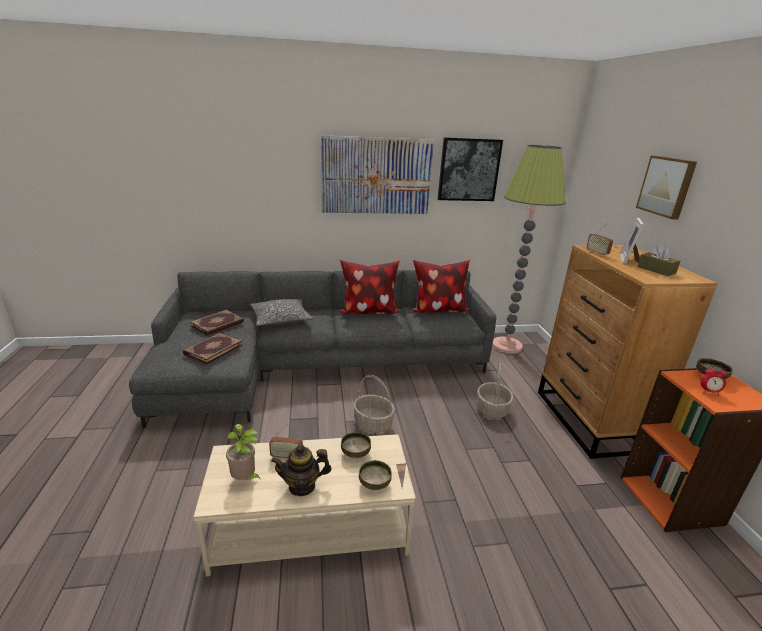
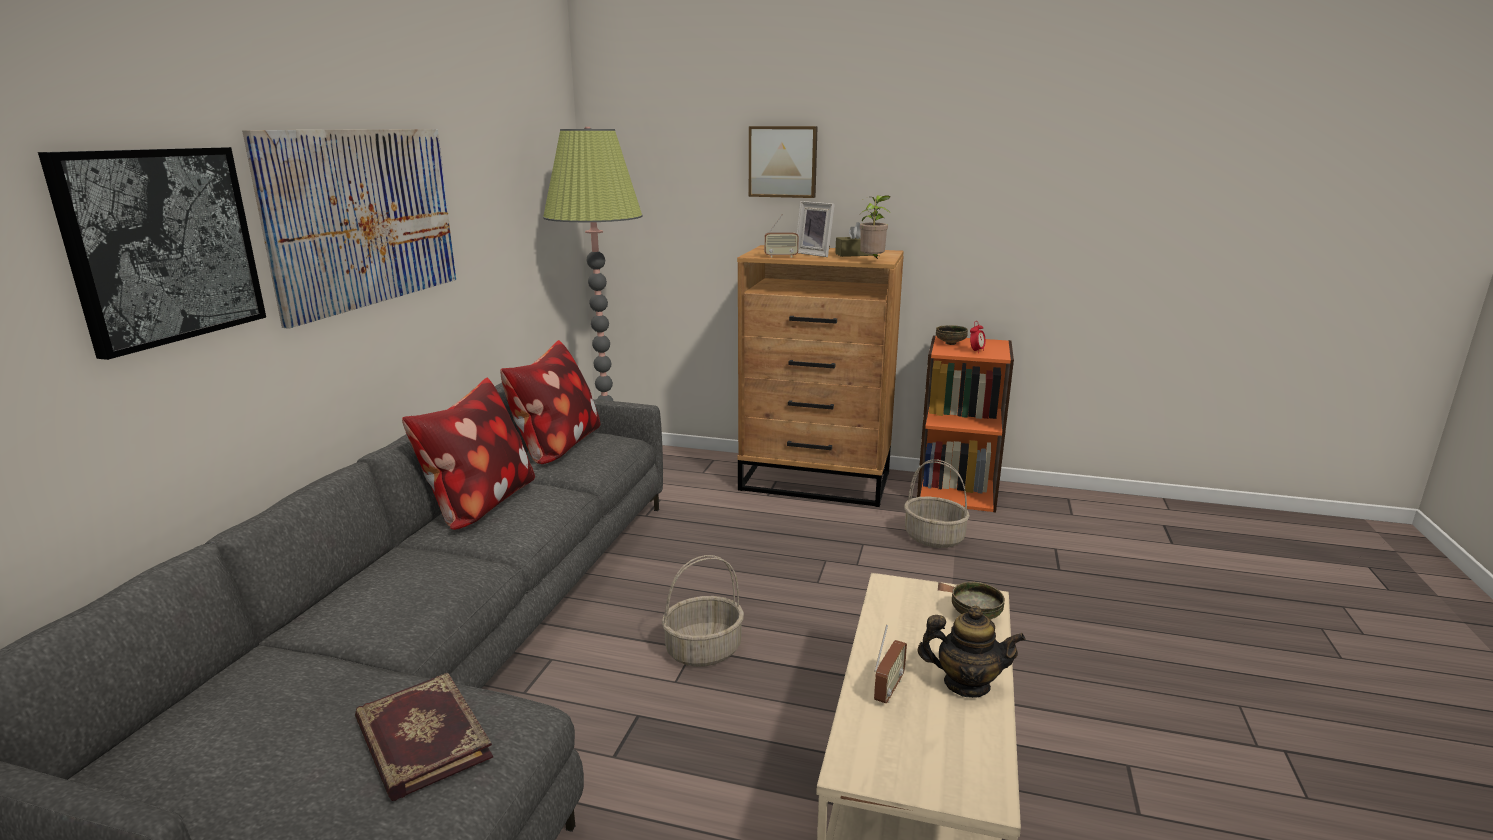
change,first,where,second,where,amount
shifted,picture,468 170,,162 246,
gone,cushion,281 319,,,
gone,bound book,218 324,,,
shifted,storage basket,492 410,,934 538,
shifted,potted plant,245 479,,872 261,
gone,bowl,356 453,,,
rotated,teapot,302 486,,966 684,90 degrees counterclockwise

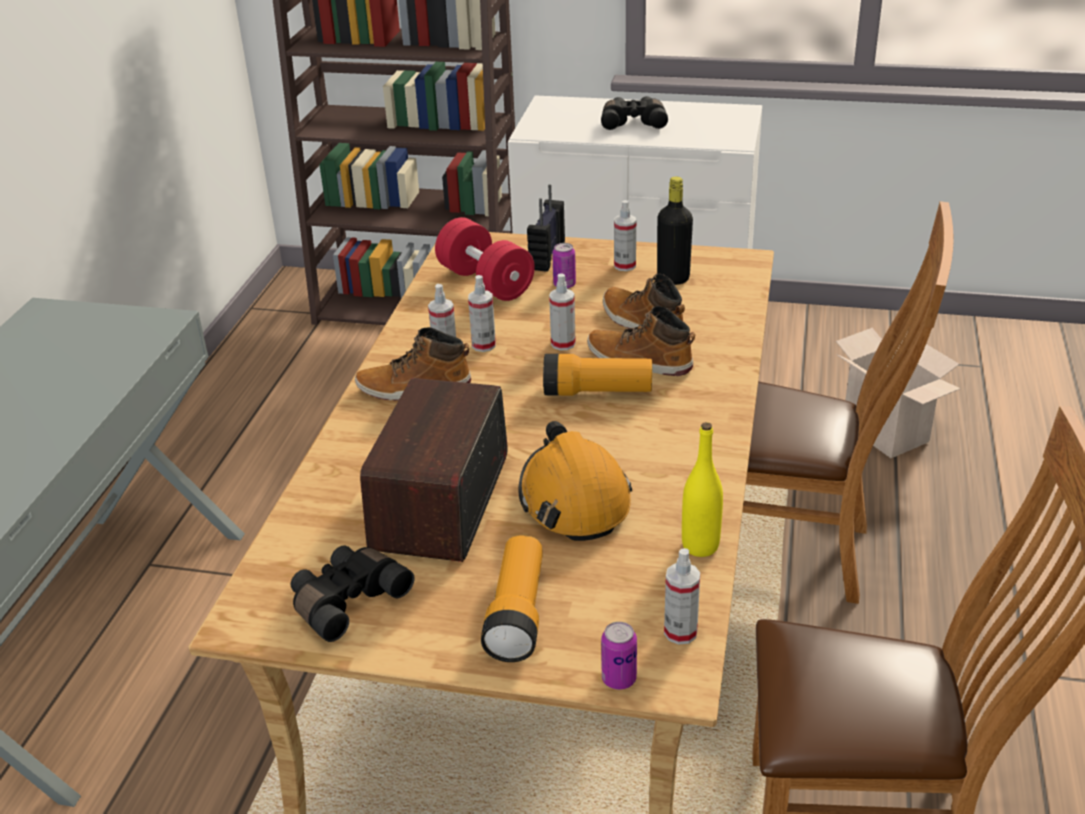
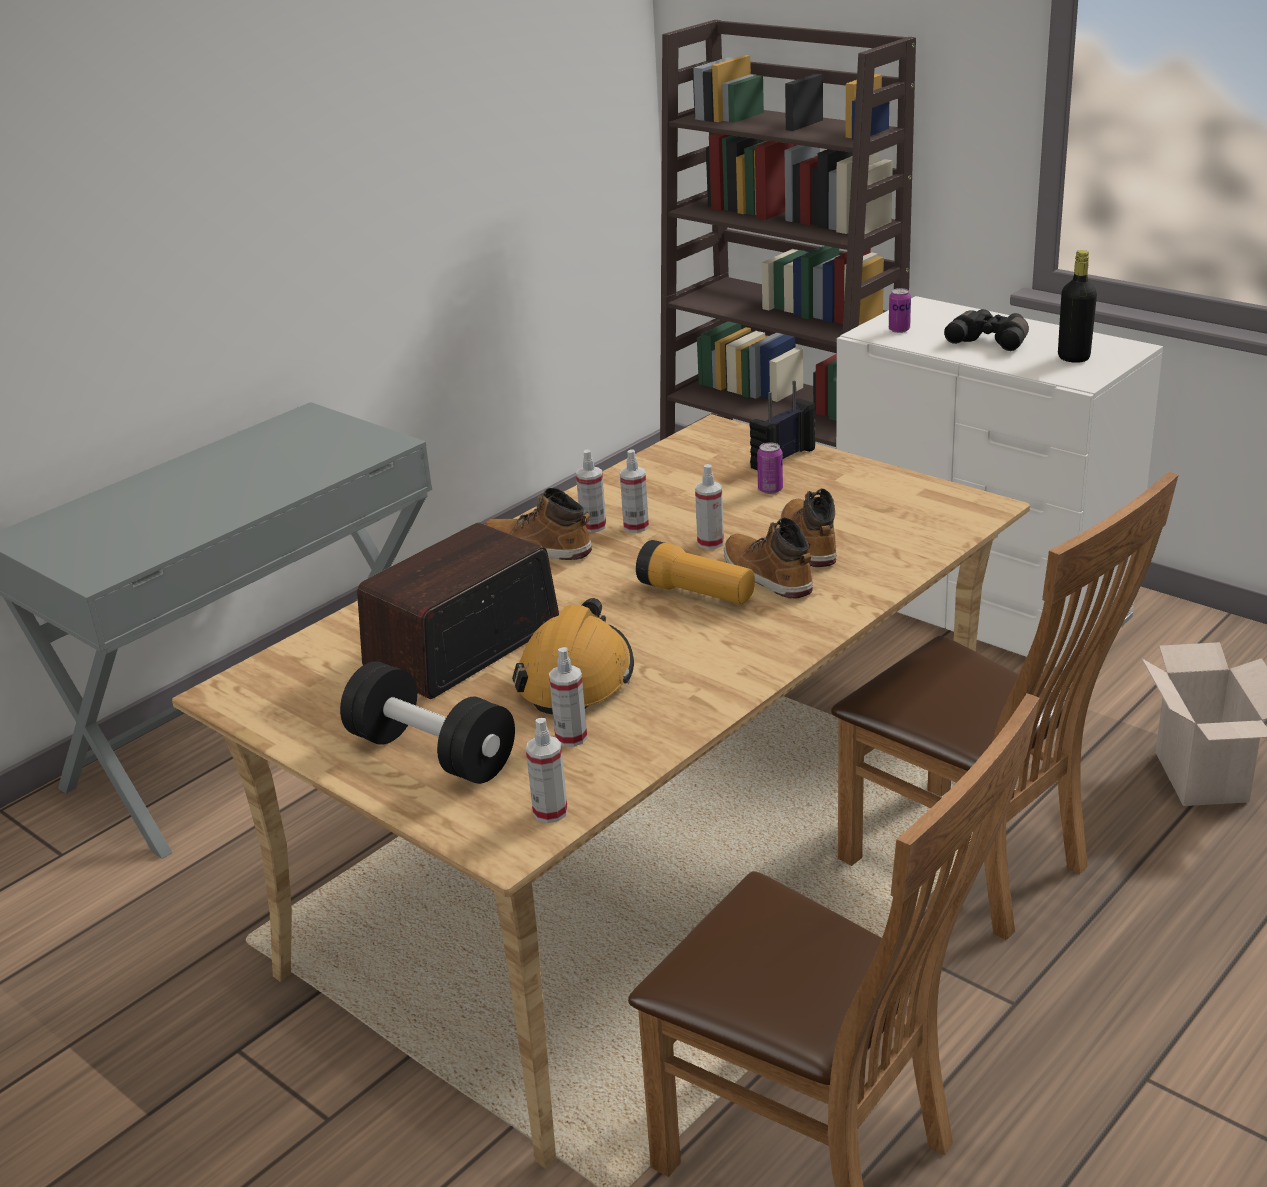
change,first,where,second,where,amount
shifted,black-coloured drink bottle,673 278,,1073 358,
shifted,spray bottle,624 266,,571 737,
gone,reddish hand weight,485 282,,,
gone,yellow drink bottle,700 546,,,
swapped,flashlight,517 614,black-coloured hand weight,431 753,
gone,black-coloured pair of binoculars,346 600,,,
shifted,sealed can,619 679,,899 330,

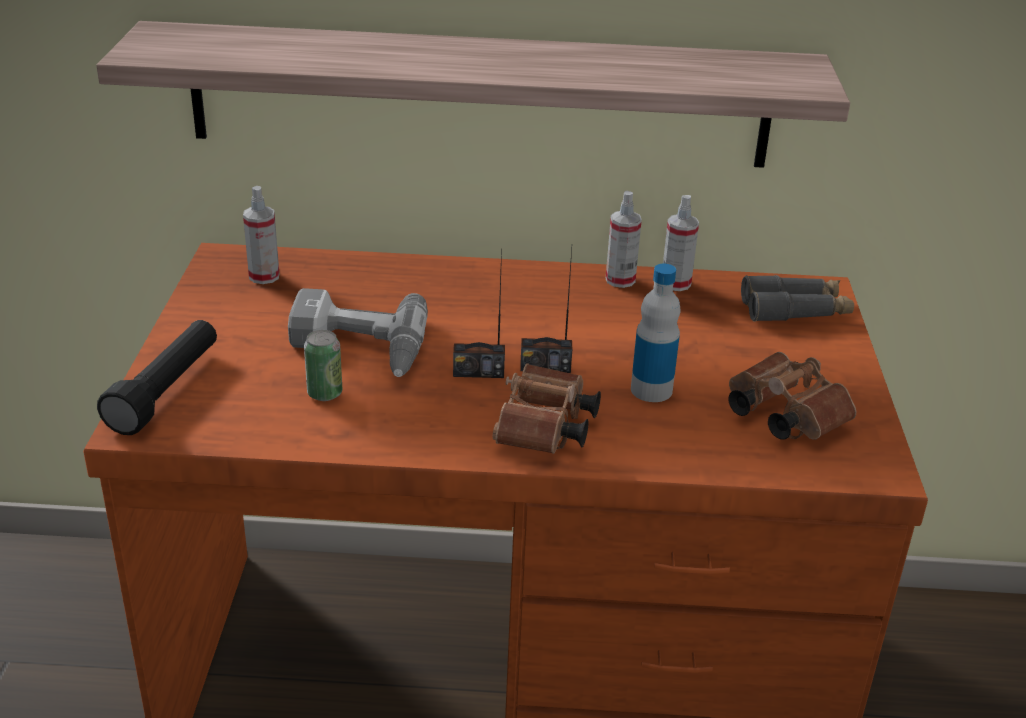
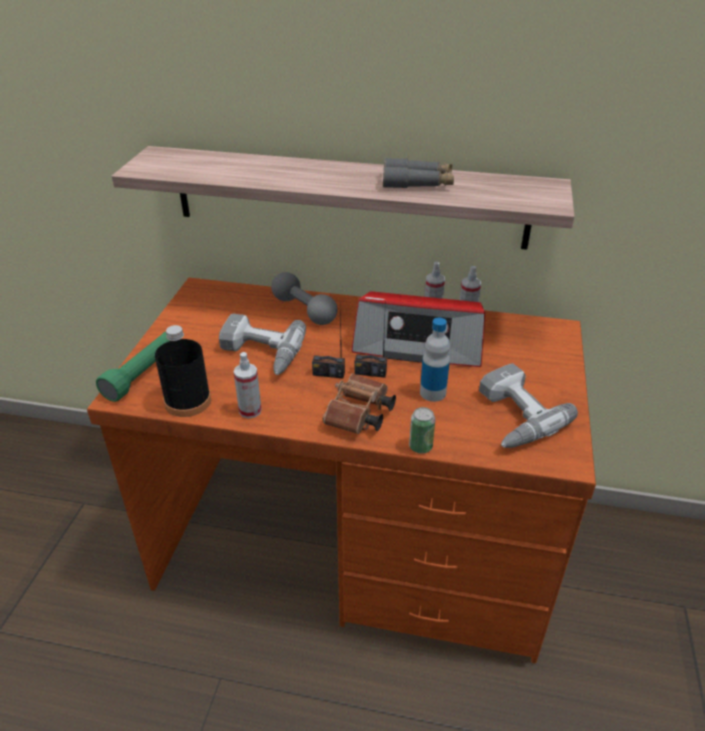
change,first,where,second,where,amount
shifted,spray bottle,264 276,,250 411,
shifted,greyish pair of binoculars,795 310,,417 183,
repainted,black-coloured flashlight,166 391,greenish flashlight,143 374,
shifted,sealed can,324 393,,420 447,
swapped,brown-coloured pair of binoculars,781 415,drill,512 416,
new,,,greyish hand weight,304 310,
new,,,radio receiver,418 343,
new,,,black-coloured drink bottle,188 401,

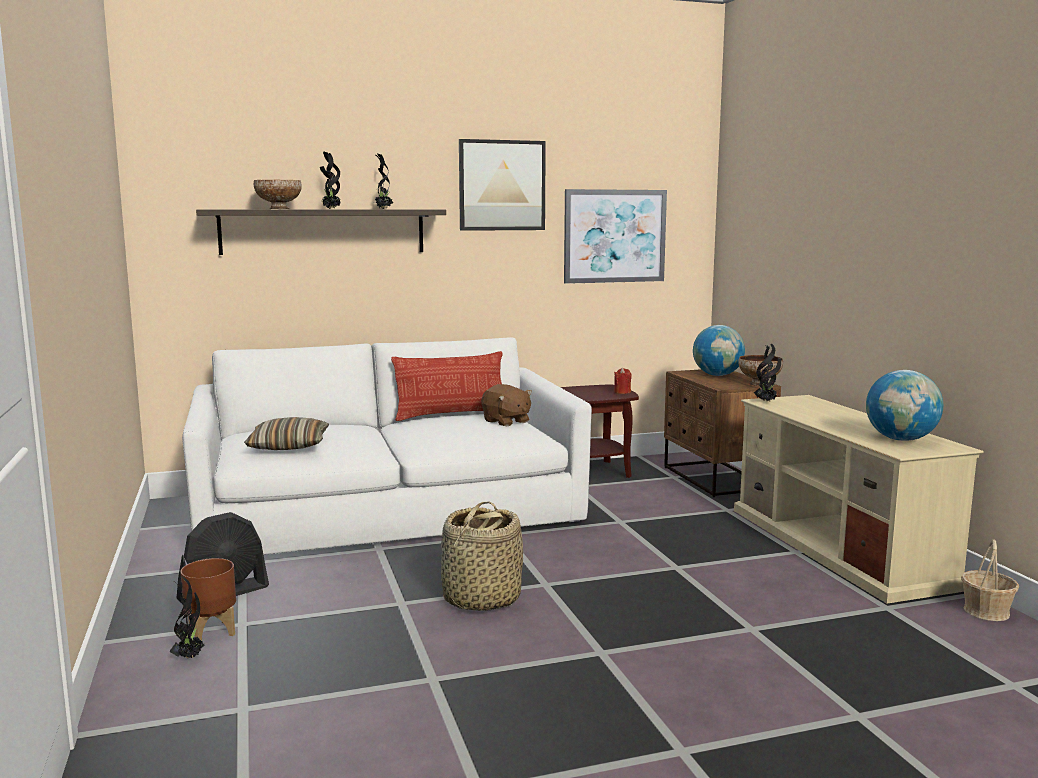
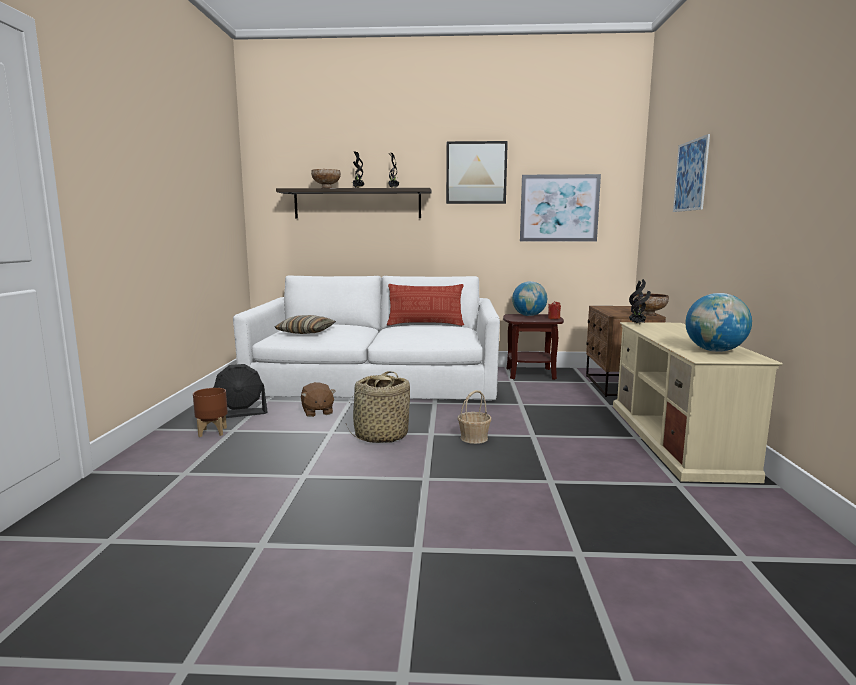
change,first,where,second,where,amount
shifted,globe,717 375,,529 315,
shifted,brown-coloured cuddly toy,506 421,,317 412,
shifted,storage basket,986 611,,474 438,
gone,potted plant,190 657,,,
new,,,picture,691 175,

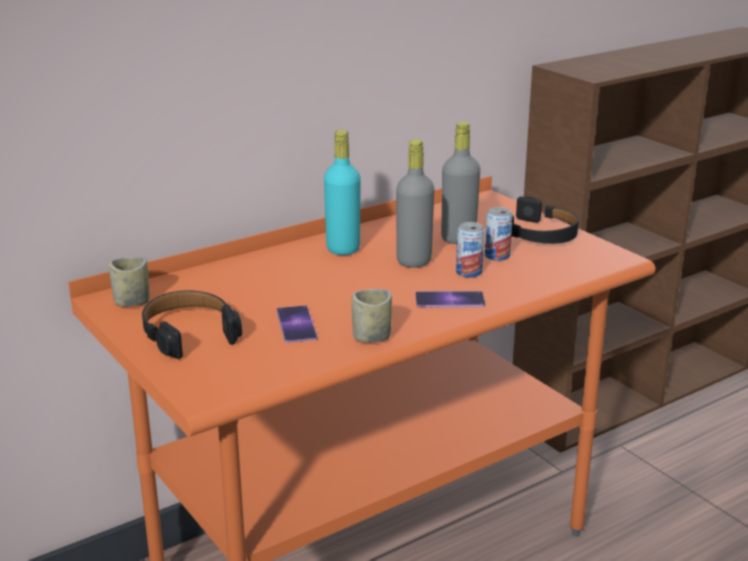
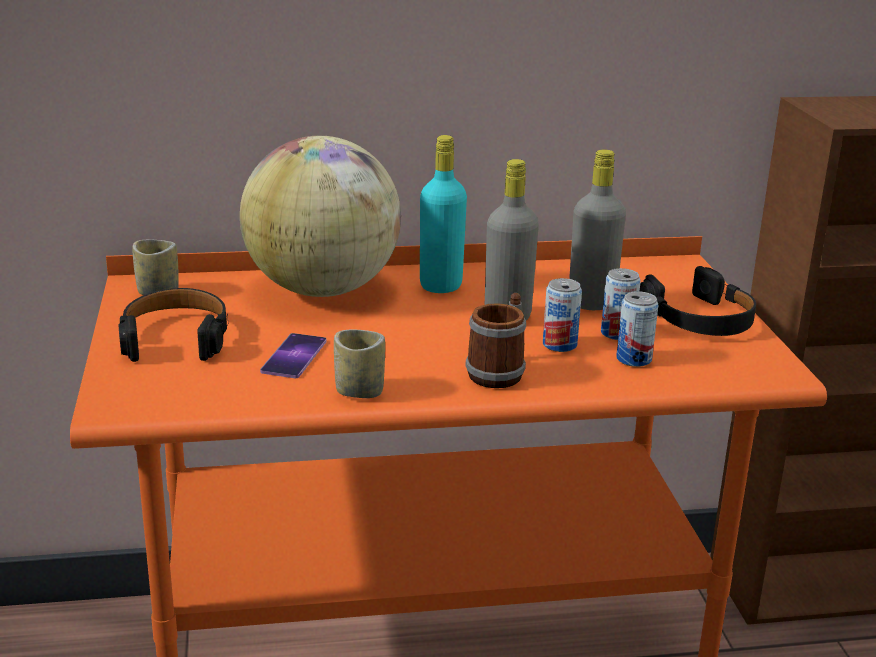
change,first,where,second,where,amount
swapped,telephone,449 300,coffee mug,499 371,
new,,,globe,322 289,
new,,,sealed can,634 359,

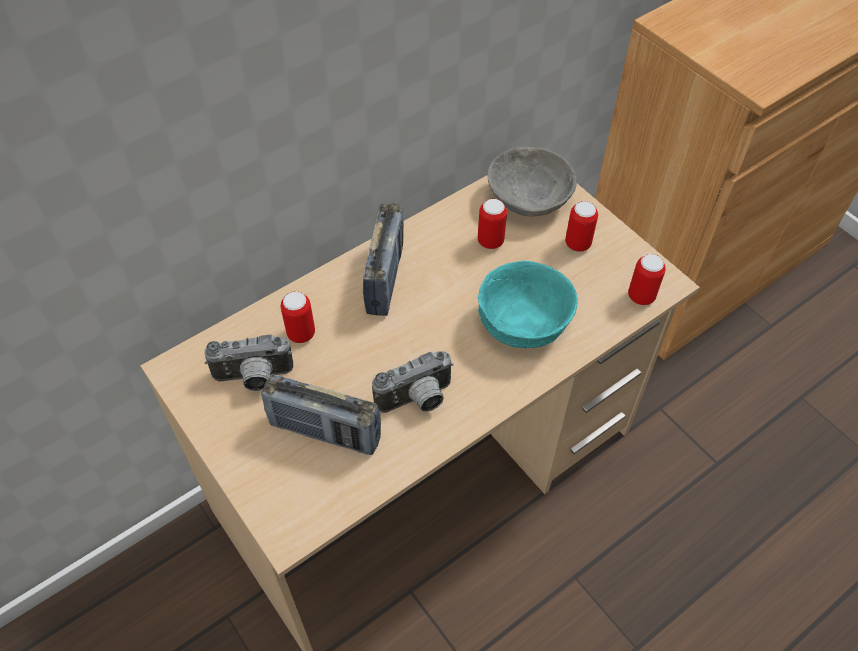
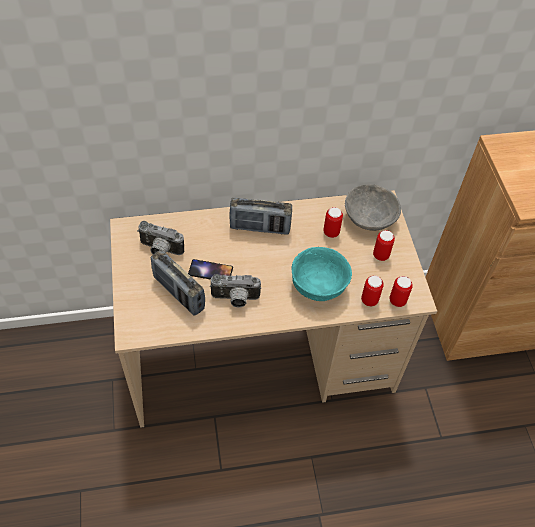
change,first,where,second,where,amount
rotated,radio receiver,385 278,,260 228,60 degrees clockwise
shifted,sealed can,301 333,,369 300,
new,,,telephone,210 271,

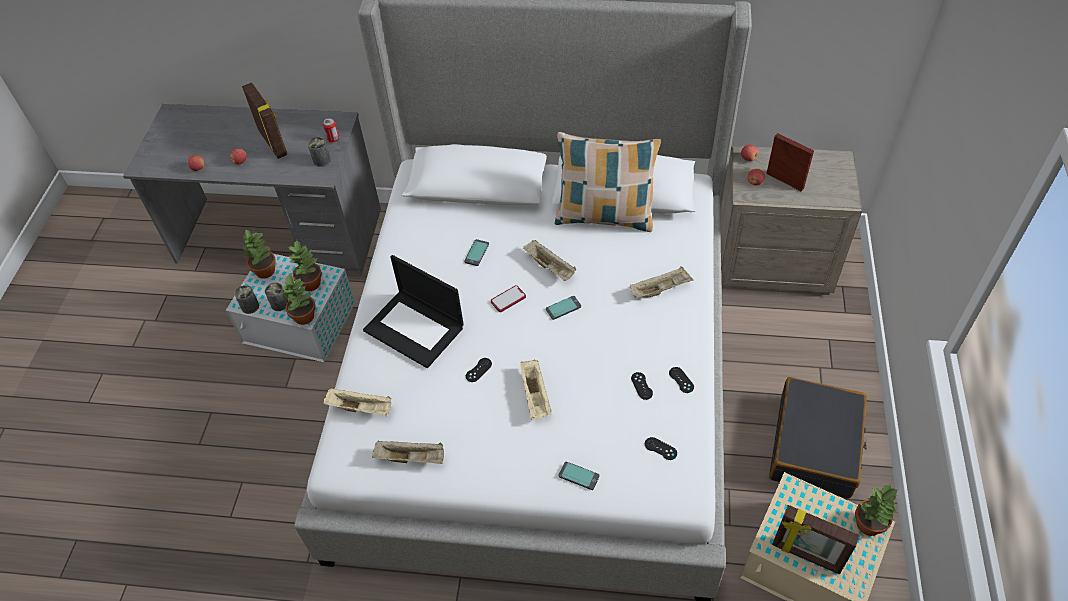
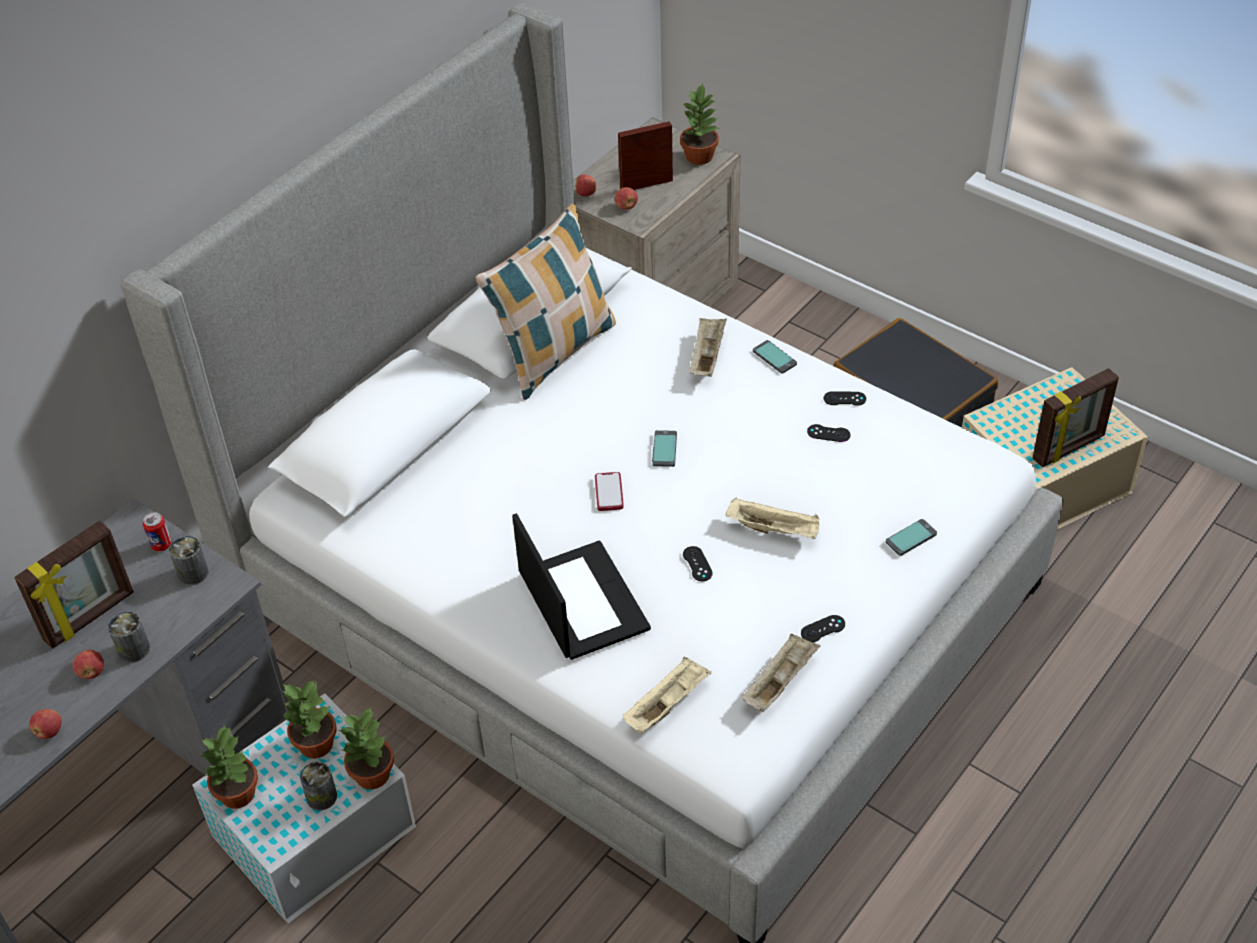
change,first,where,second,where,amount
rotated,picture frame,273 142,,90 617,135 degrees clockwise
shifted,telephone,477 253,,774 357,
gone,beige carrying tray,550 267,,,
rotated,portable computer,415 328,,581 600,90 degrees counterclockwise
shifted,sealed can,250 306,,134 650,
shifted,black-coloured joypad,660 448,,823 629,
shifted,potted plant,869 525,,700 156,

